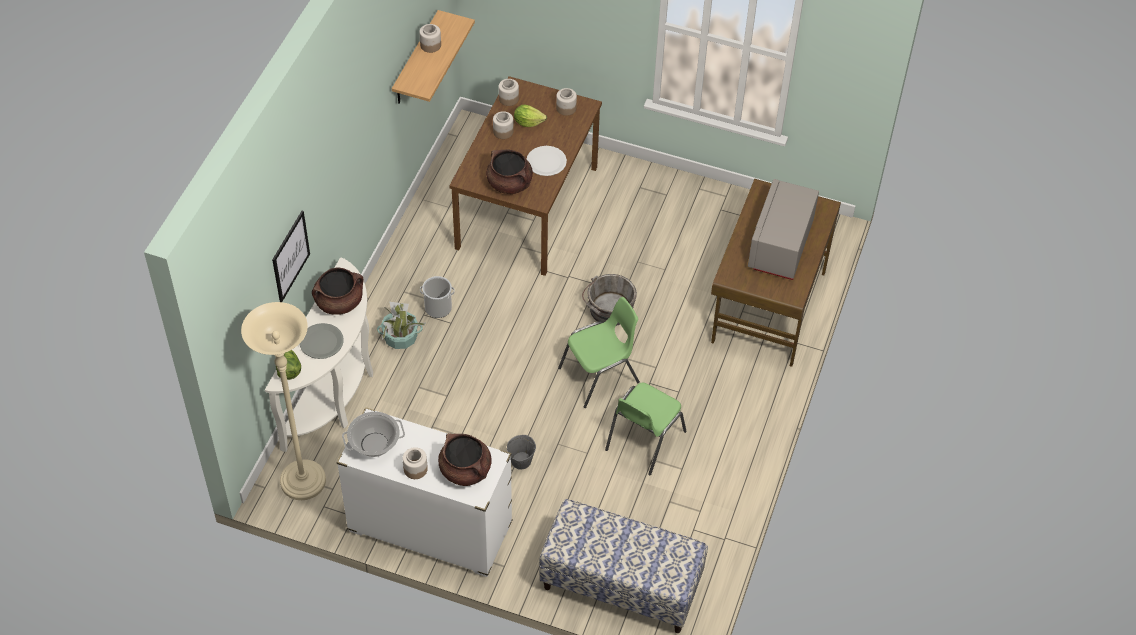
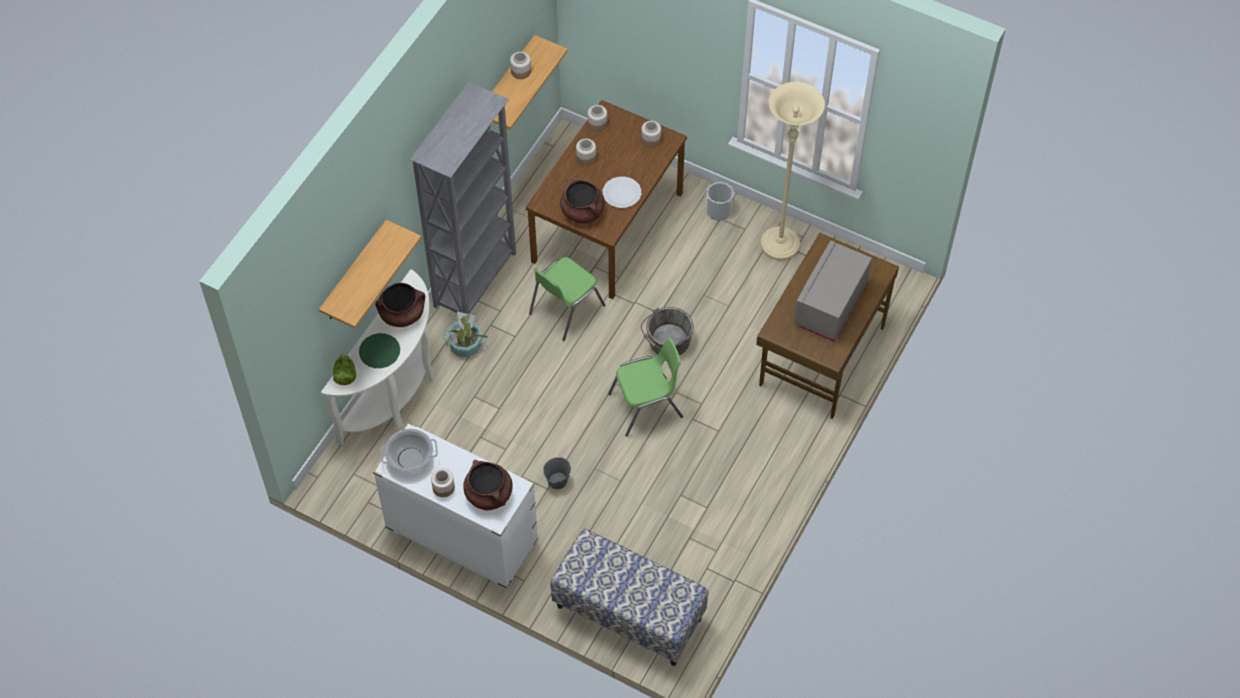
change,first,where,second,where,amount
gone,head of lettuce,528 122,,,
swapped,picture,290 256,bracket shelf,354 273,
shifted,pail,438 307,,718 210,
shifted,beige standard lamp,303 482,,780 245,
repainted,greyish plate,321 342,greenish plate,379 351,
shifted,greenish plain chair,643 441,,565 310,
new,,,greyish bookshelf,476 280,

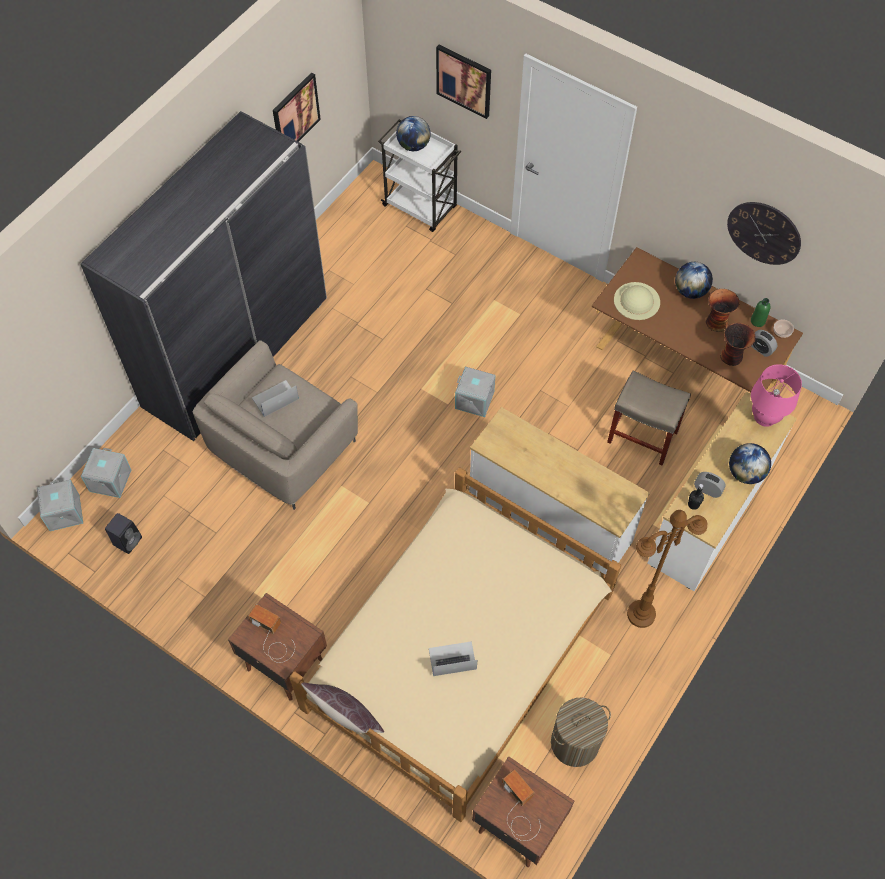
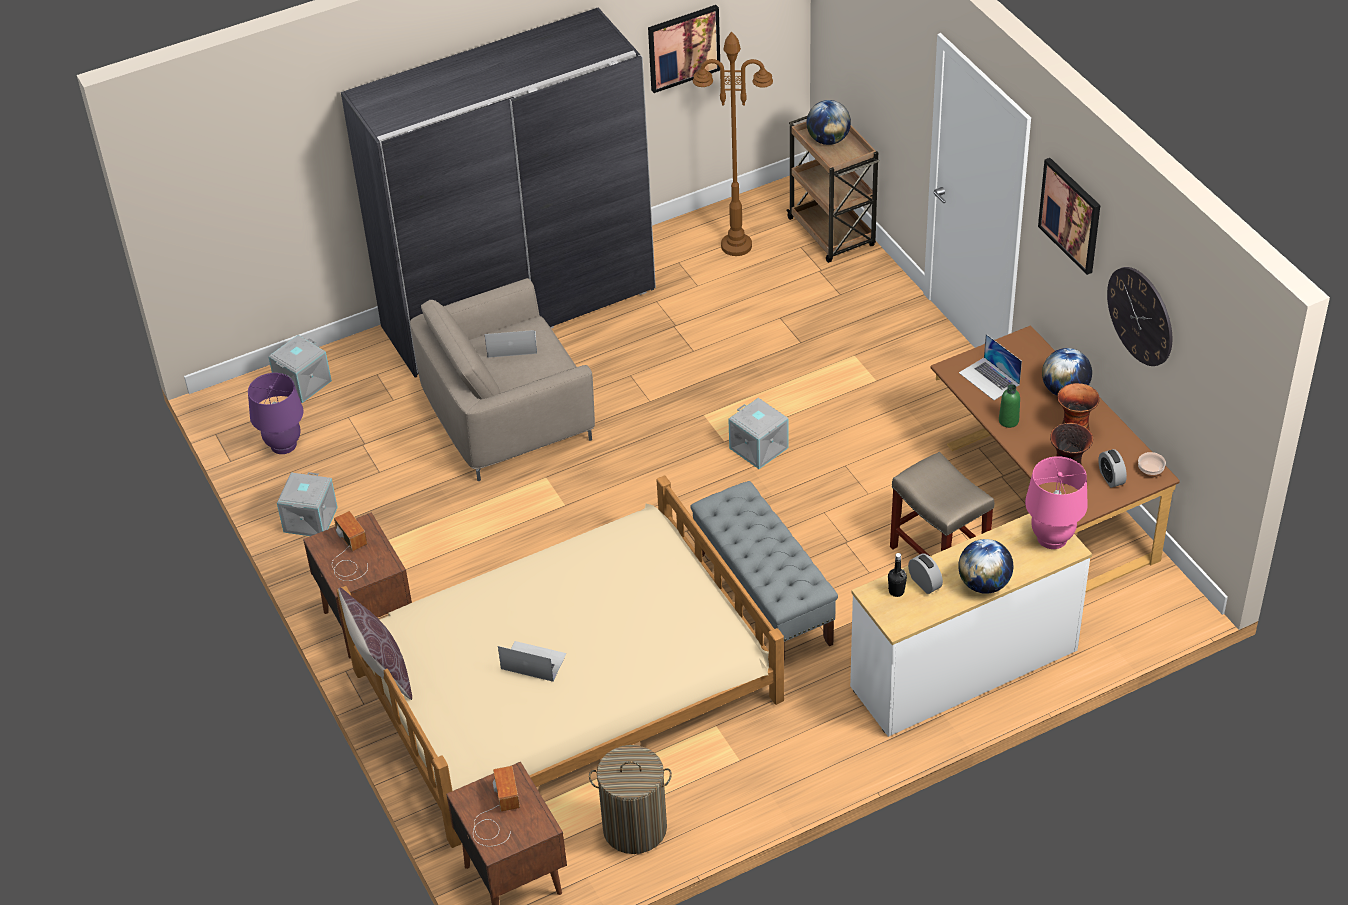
change,first,where,second,where,amount
shifted,picture,464 80,,1071 215,
repainted,whitish trolley,421 207,brown-coloured trolley,832 233,
swapped,beige clothing hat,636 301,portable computer,989 378,
shifted,greenish drink bottle,757 321,,1008 421,
swapped,whitish chest of drawers,549 520,greyish long seat,762 599,
shifted,greyish storage bin,63 512,,309 519,
shifted,brown-coloured standard lamp,641 614,,737 245,
swapped,black-coloured loudspeaker,128 540,purple tabletop lamp,283 445,

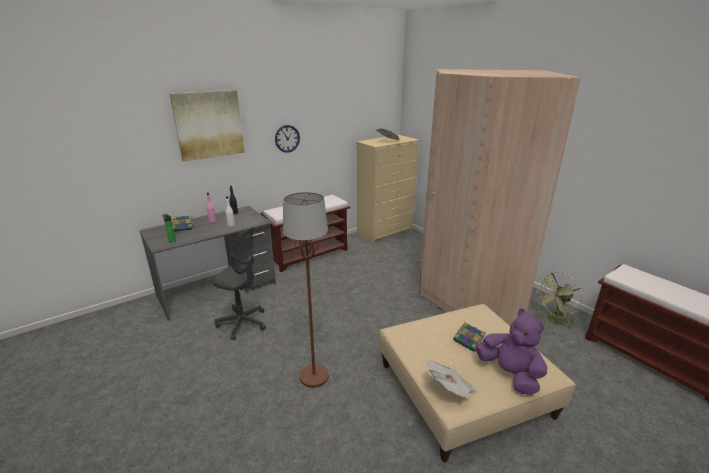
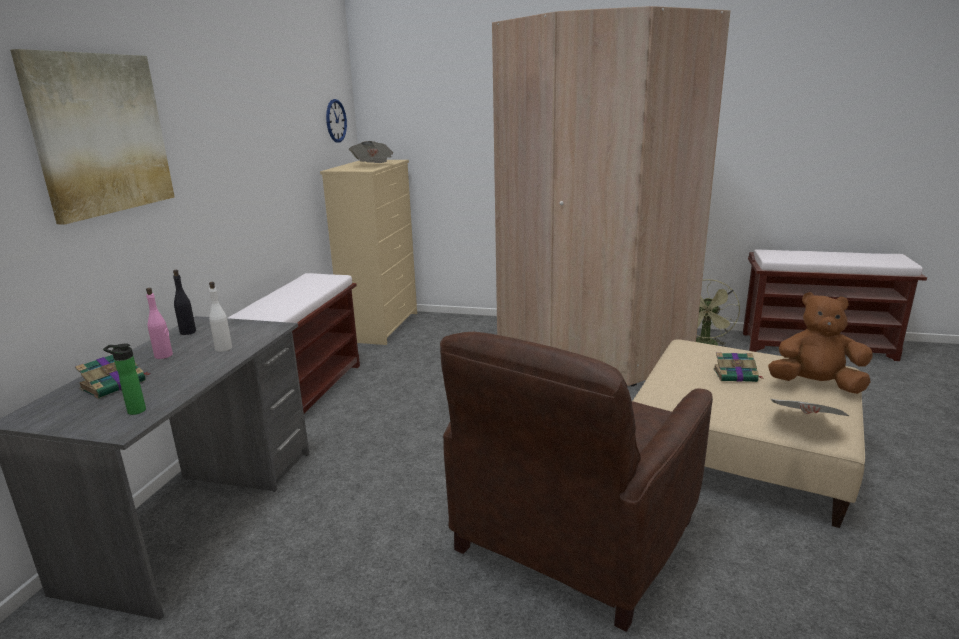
change,first,where,second,where,amount
shifted,wall clock,287 138,,336 121,
swapped,brown-coloured standard lamp,313 376,brown-coloured armchair,573 537,
gone,greyish computer chair,242 323,,,
repainted,purple cuddly toy,509 374,brown-coloured cuddly toy,815 385,

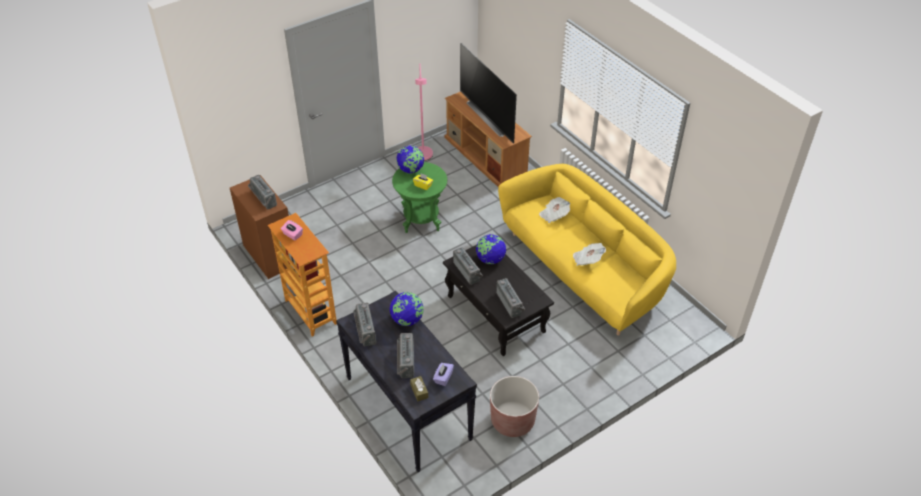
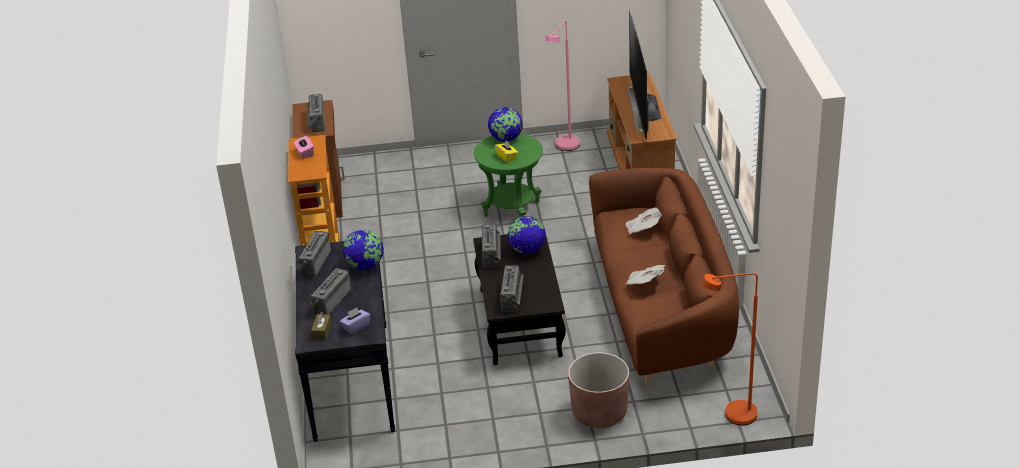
change,first,where,second,where,amount
repainted,yellow couch,584 271,brown-coloured couch,661 310,
shifted,brown-coloured plant pot,512 421,,599 413,
new,,,orange standard lamp,732 415,

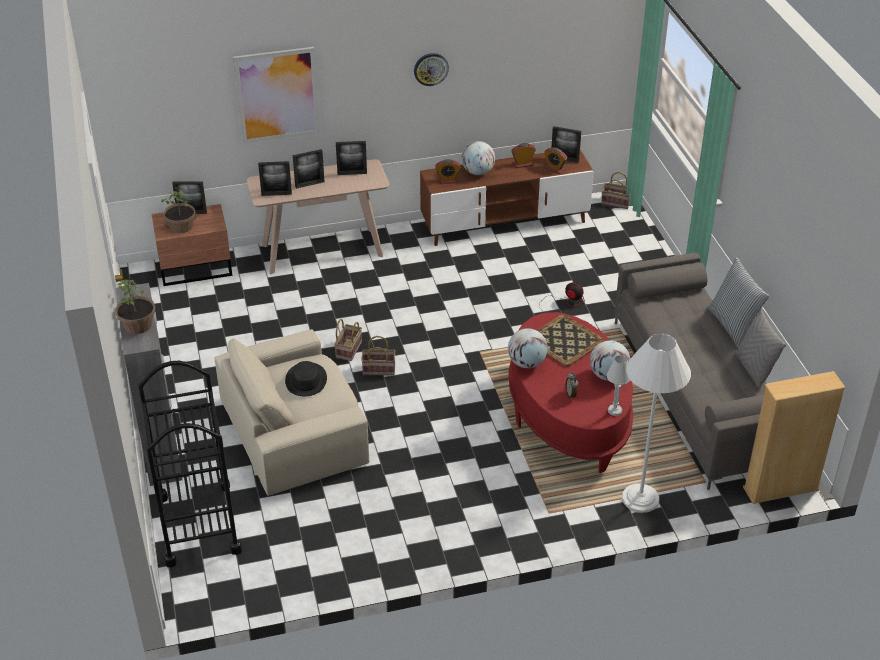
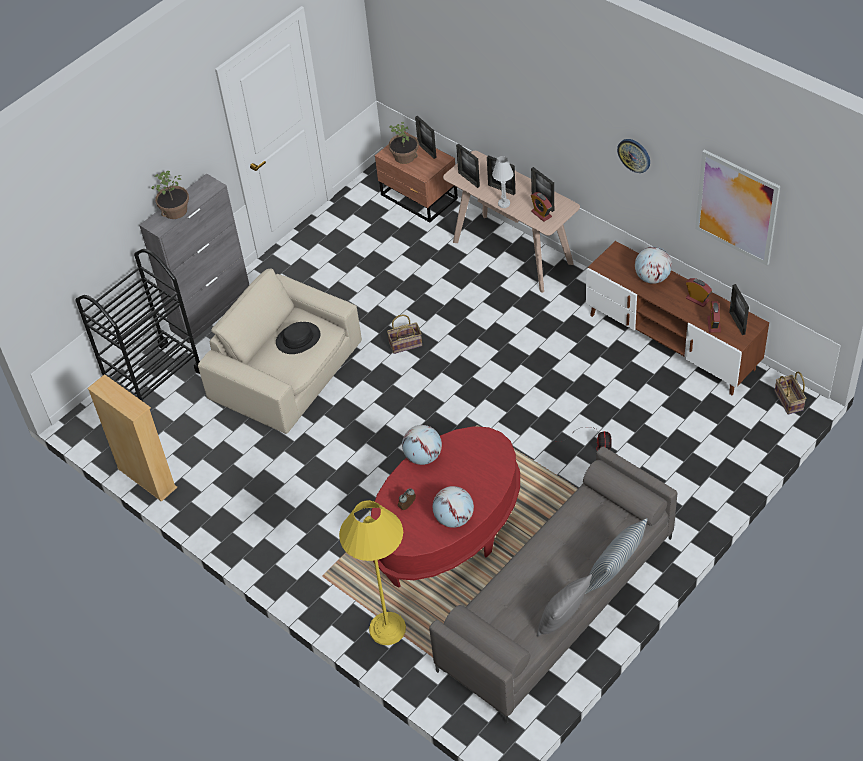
change,first,where,second,where,amount
shifted,picture,277 95,,737 207,
shifted,alarm clock,447 180,,541 214,
gone,carrying tray,565 340,,,
repainted,whitish standard lamp,640 498,yellow standard lamp,387 629,
gone,storage basket,379 369,,,
shifted,whitish tabletop lamp,614 411,,504 204,
shifted,beige bookshelf,780 489,,147 478,

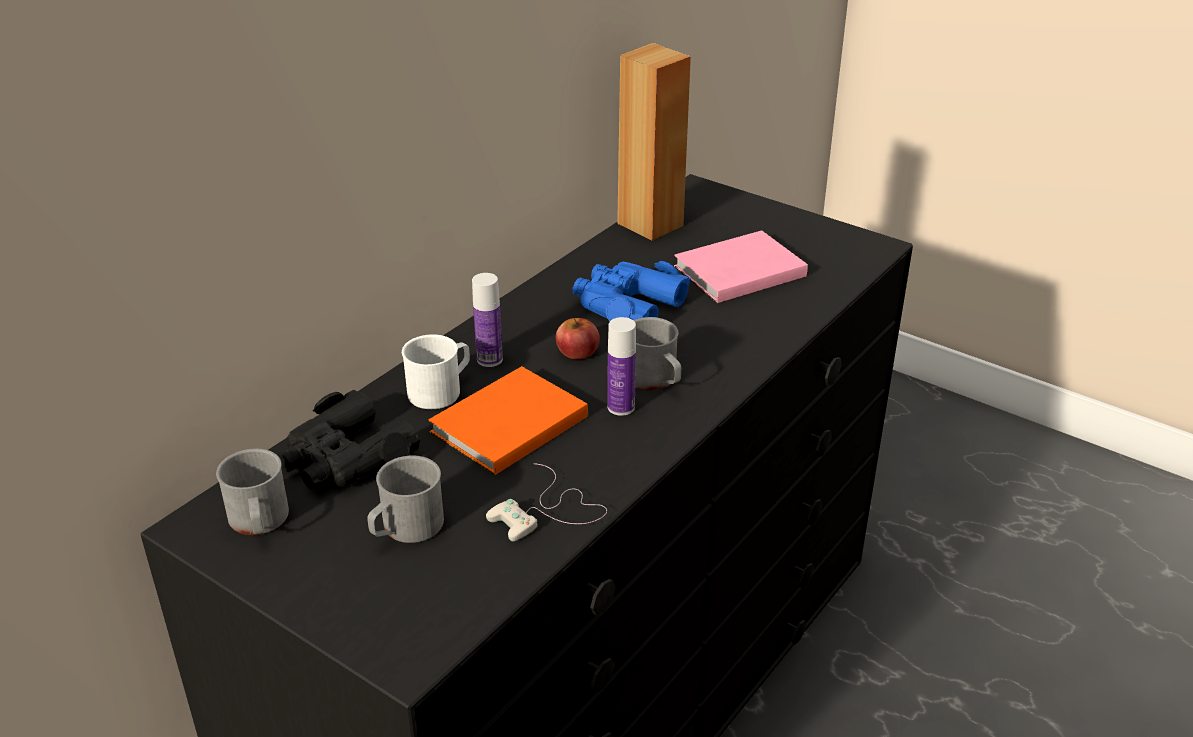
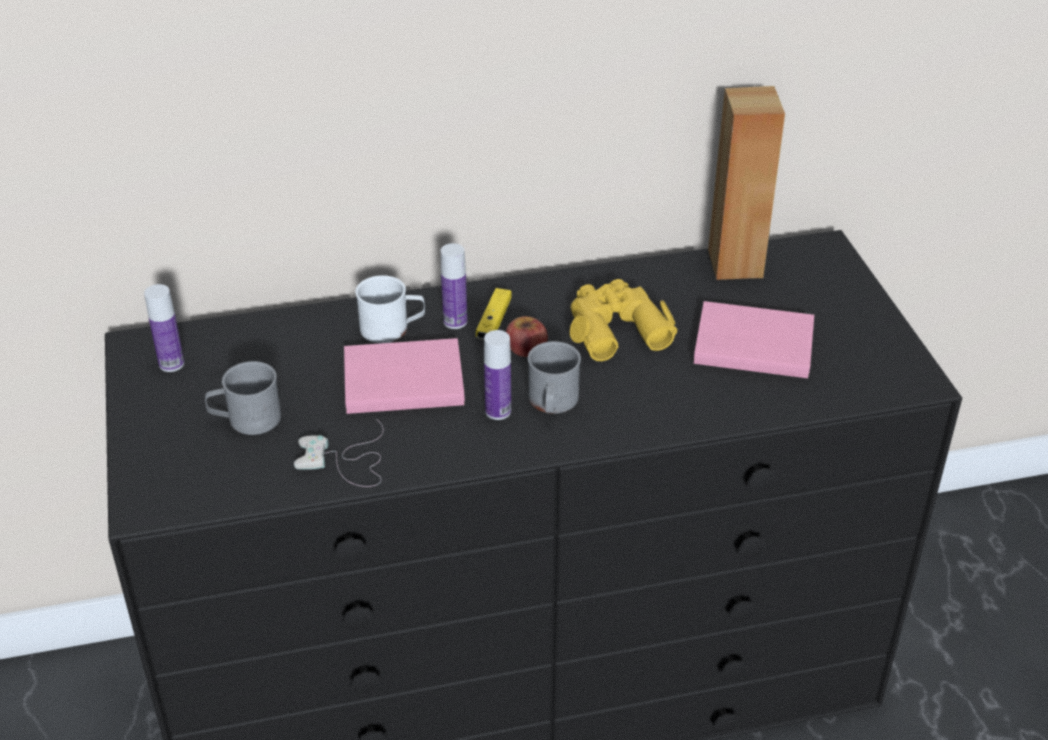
change,first,where,second,where,amount
repainted,blue pair of binoculars,626 305,yellow pair of binoculars,616 328,
repainted,orange bound book,505 425,pinkish bound book,400 380,
gone,black-coloured pair of binoculars,345 458,,,
swapped,greyish coffee mug,259 522,drink bottle,171 364,
new,,,yellow joypad,494 322,

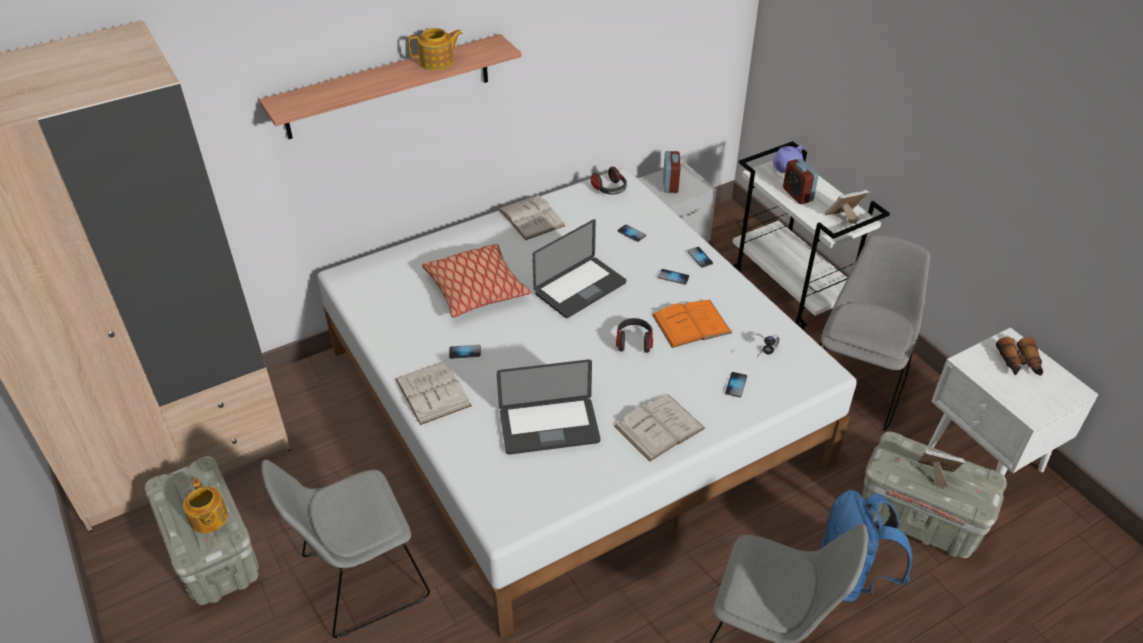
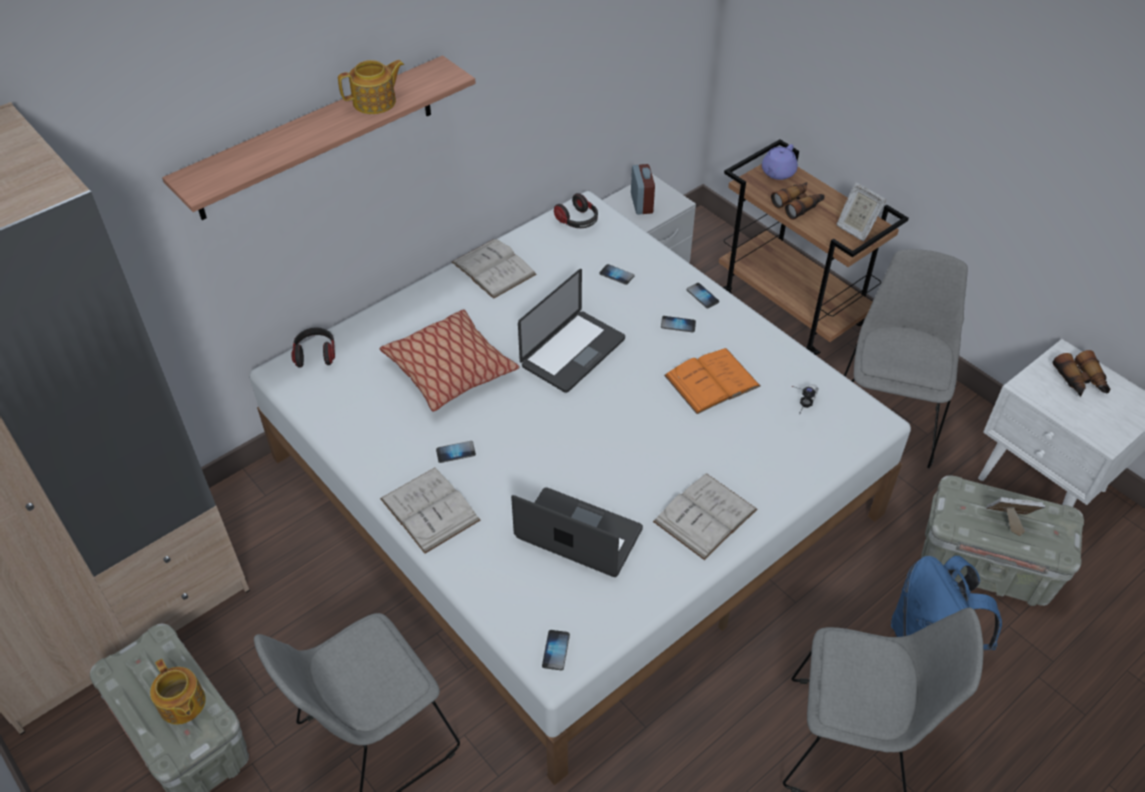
change,first,where,second,where,amount
repainted,whitish trolley,792 289,brown-coloured trolley,792 310,
swapped,alarm clock,797 194,pair of binoculars,798 205,
rotated,picture frame,843 218,,855 228,105 degrees counterclockwise
shifted,pair of headphones,634 341,,315 354,
rotated,portable computer,549 427,,578 534,135 degrees counterclockwise
shifted,telephone,736 385,,556 650,

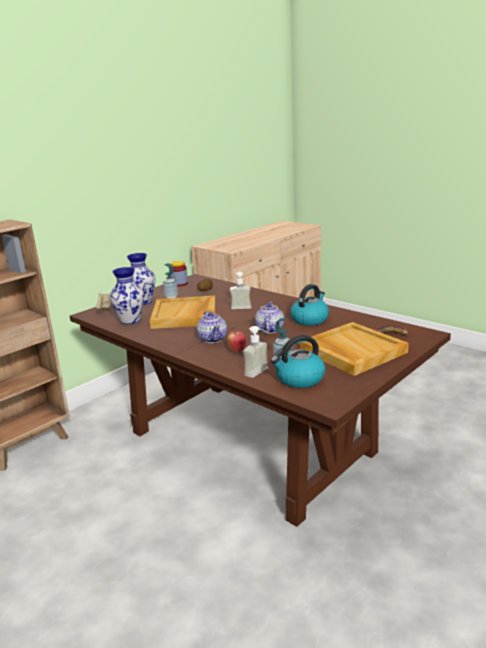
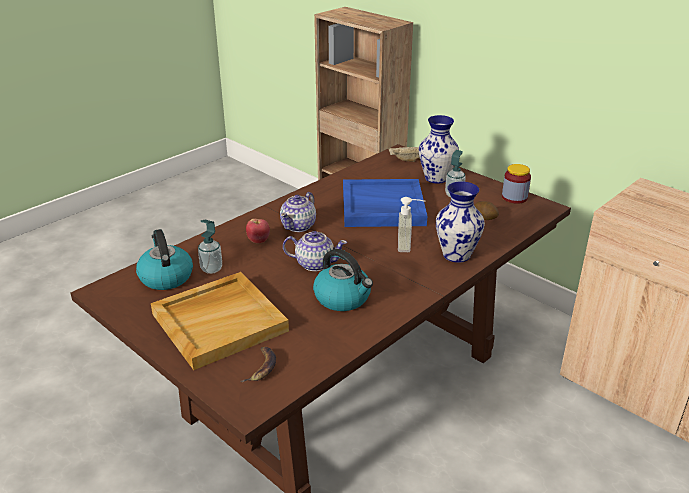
change,first,where,second,where,amount
shifted,vase,130 320,,457 254,
repainted,beige carrying tray,185 315,blue carrying tray,382 207,
rotated,teapot,212 339,,299 226,45 degrees counterclockwise
gone,soap dispenser,261 373,,,

